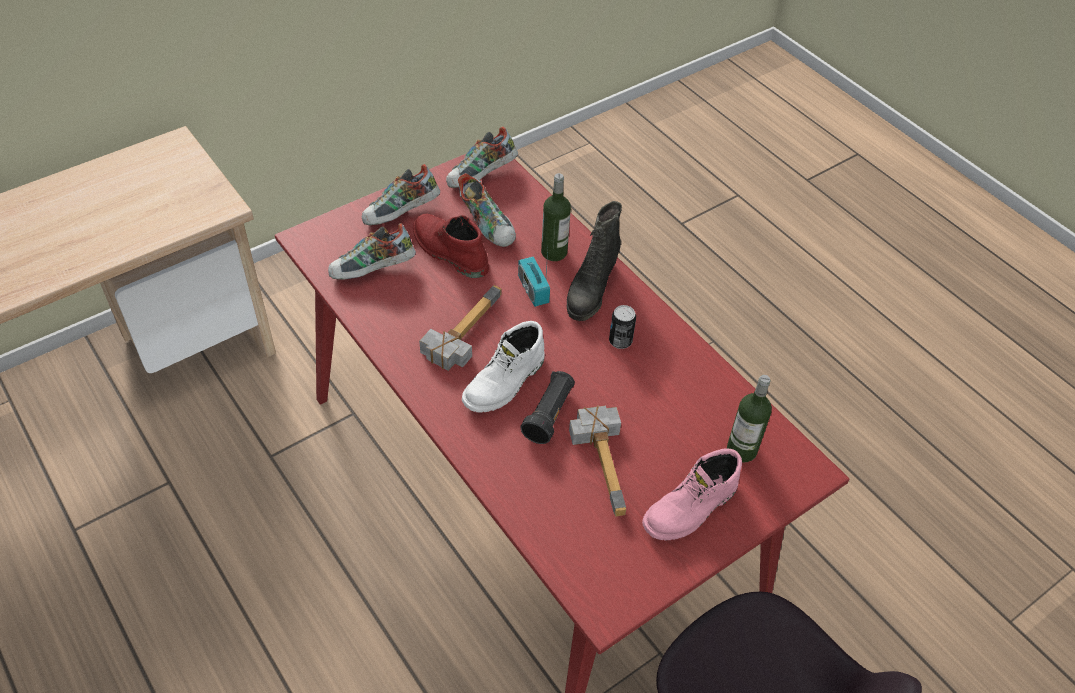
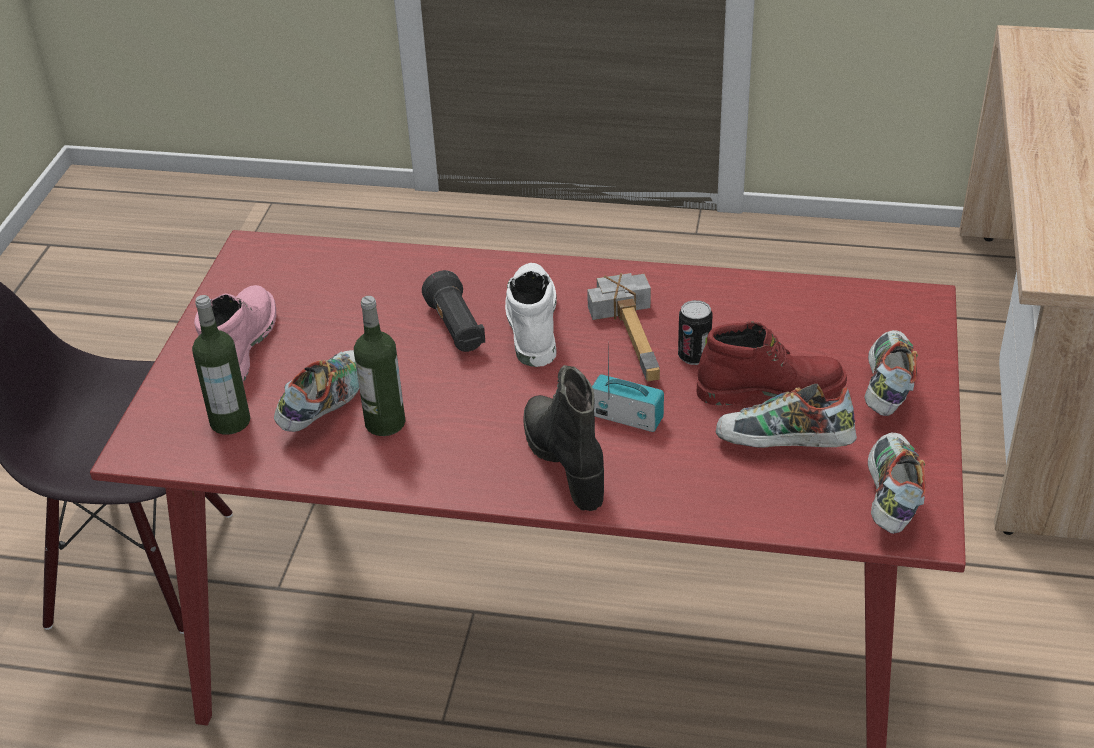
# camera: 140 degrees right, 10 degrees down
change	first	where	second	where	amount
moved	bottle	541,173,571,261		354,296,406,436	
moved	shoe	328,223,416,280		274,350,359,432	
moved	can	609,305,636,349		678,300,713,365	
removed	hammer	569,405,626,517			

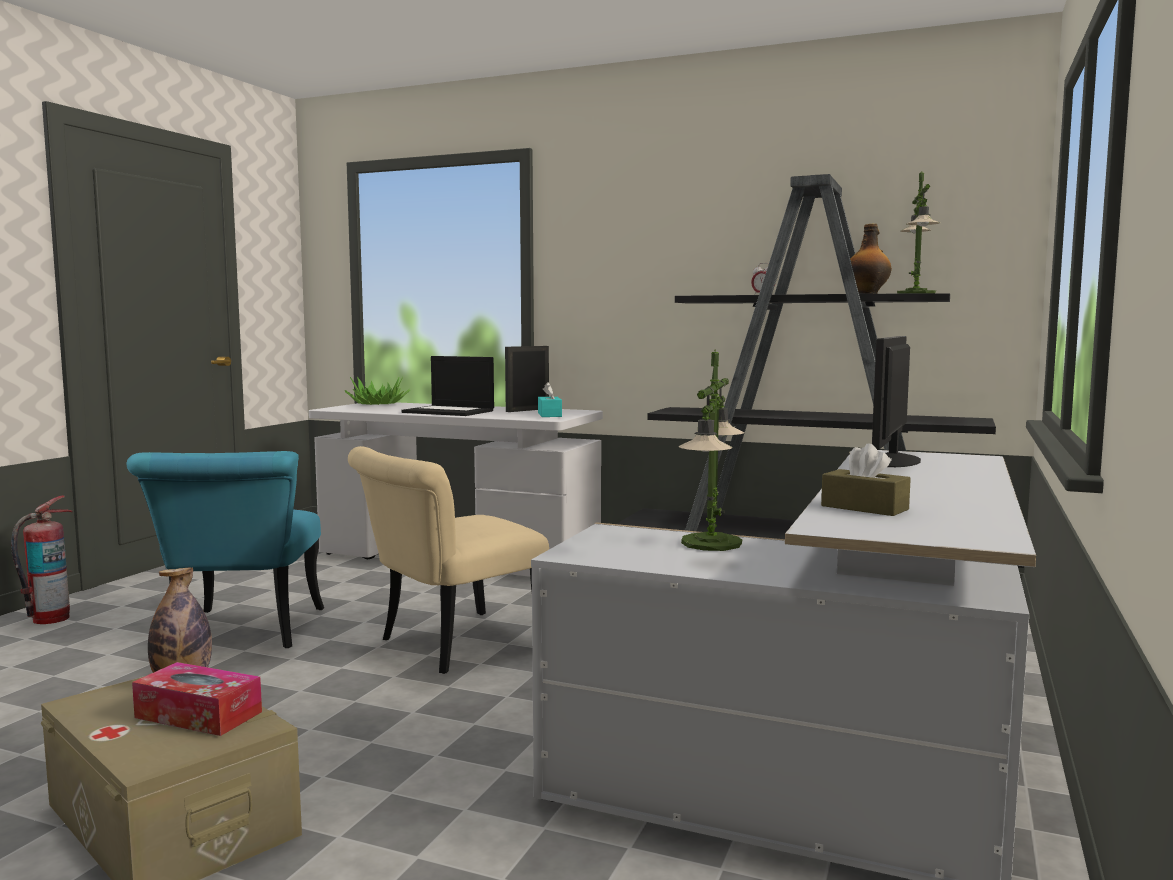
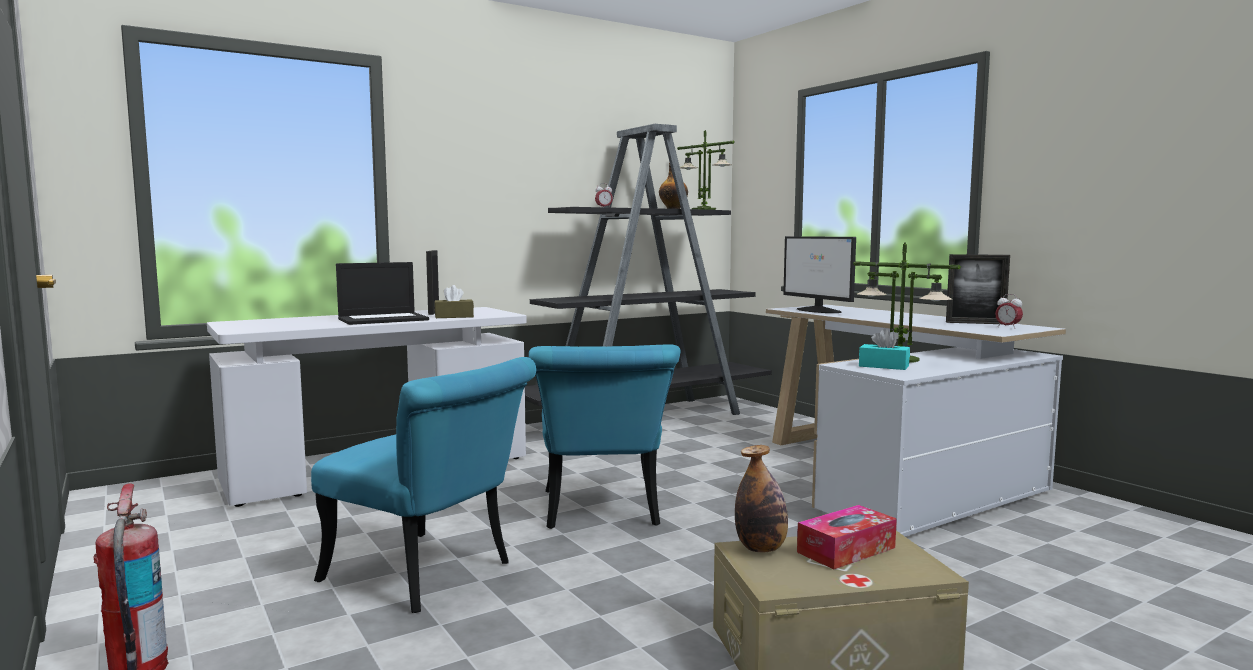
# camera: 55 degrees left, 0 degrees up
change	first	where	second	where	amount
removed	potted plant	345,377,410,405			
moved	turquoise tissue box	538,382,562,417		859,328,910,370	
moved	brown tissue box	821,443,911,516		434,285,474,318	
recoloured	beige chair	348,446,549,674	turquoise chair	529,344,680,529	
added			picture frame	946,254,1010,324	
added			alarm clock	995,294,1023,329	

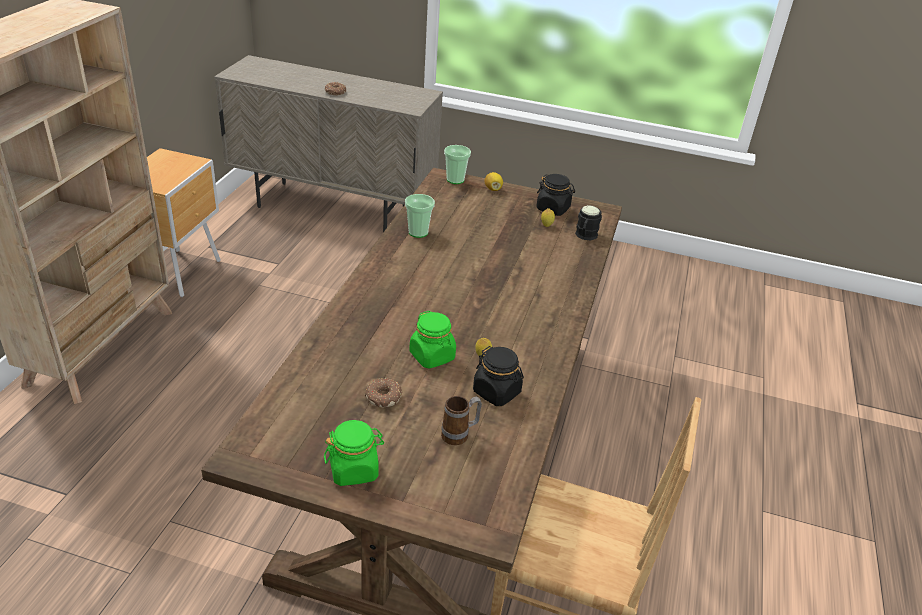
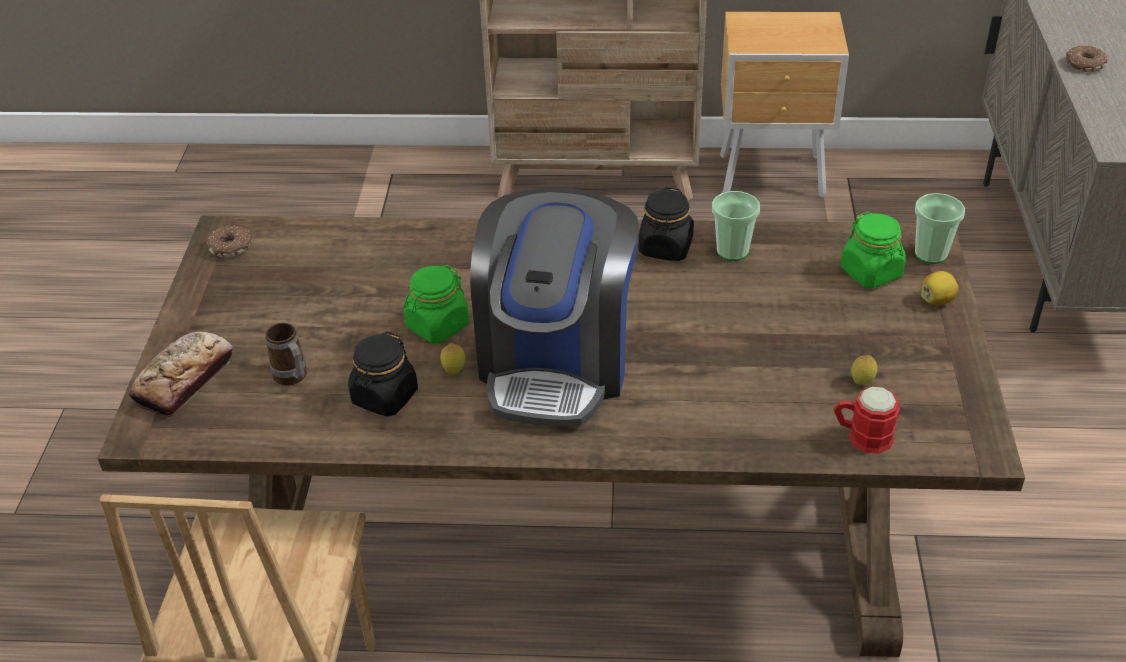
# camera: 80 degrees right, 5 degrees up
change	first	where	second	where	amount
moved	black jar	536,174,575,216		639,187,694,261	
recoloured	black mug	575,205,602,240	red mug	834,387,900,454	
moved	donut	365,378,402,407		206,225,251,258	
moved	green jar	324,420,384,486		841,212,906,288	
added			coffee machine	470,188,639,427	
added			bread	129,331,233,418	

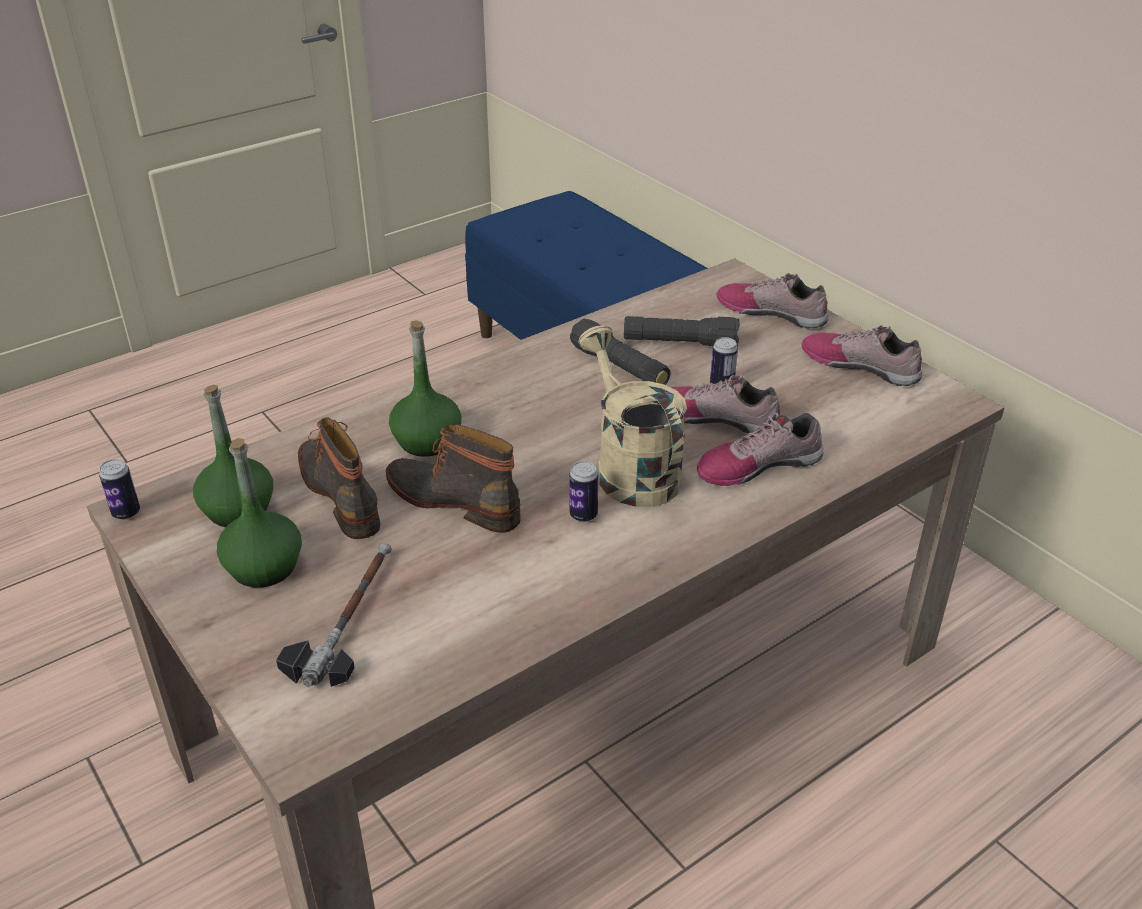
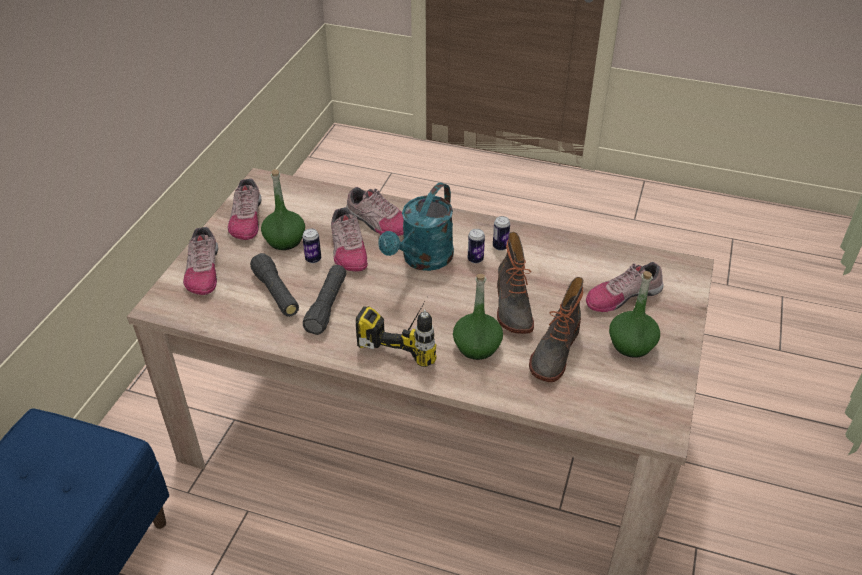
# camera: 125 degrees left, 5 degrees up
change	first	where	second	where	amount
recoloured	beige watering can	578,325,687,507	turquoise watering can	378,183,454,271	
moved	green bottle	193,385,273,527		261,169,305,250	
moved	can	99,459,140,520		493,216,510,251	
replaced	hammer	276,542,392,687	shoe	586,262,664,312	
added			power drill	356,300,436,367	

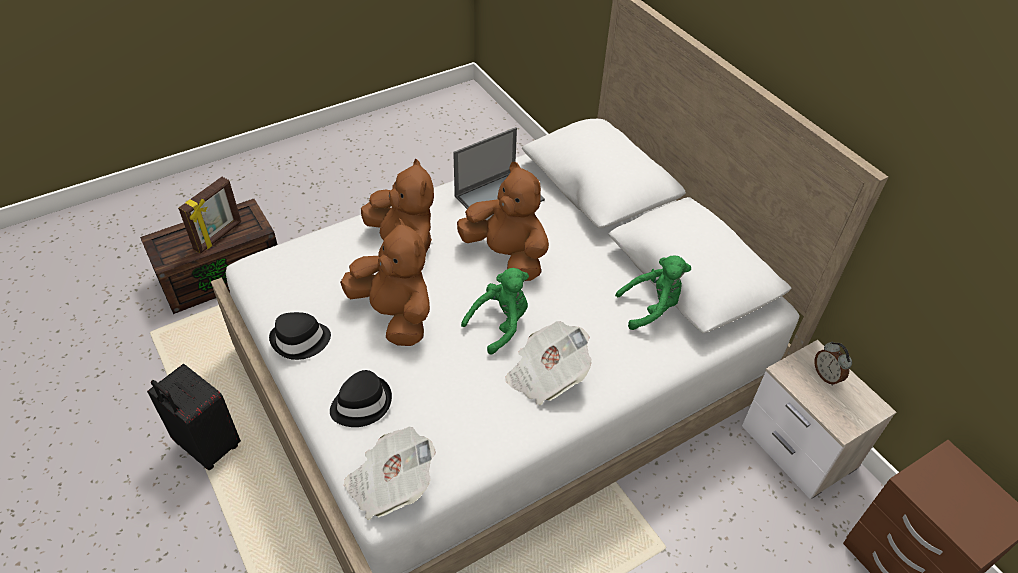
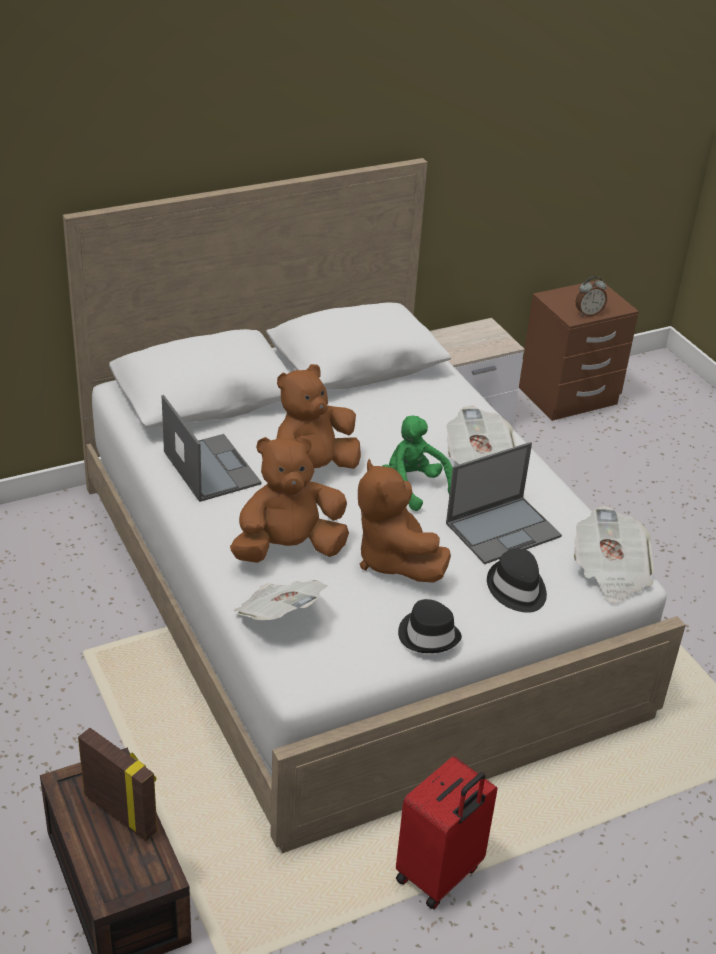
# camera: 85 degrees left, 10 degrees down
change	first	where	second	where	amount
turned	brown plush toy	340,218,430,346		358,459,451,583	75 degrees counterclockwise
removed	green plush toy	615,255,691,330			
moved	alarm clock	814,341,852,386		576,276,607,316	
recoloured	black suitcase	147,364,241,470	red suitcase	396,756,498,910	
added			laptop	446,442,562,564	
added			newspaper	234,580,328,620	

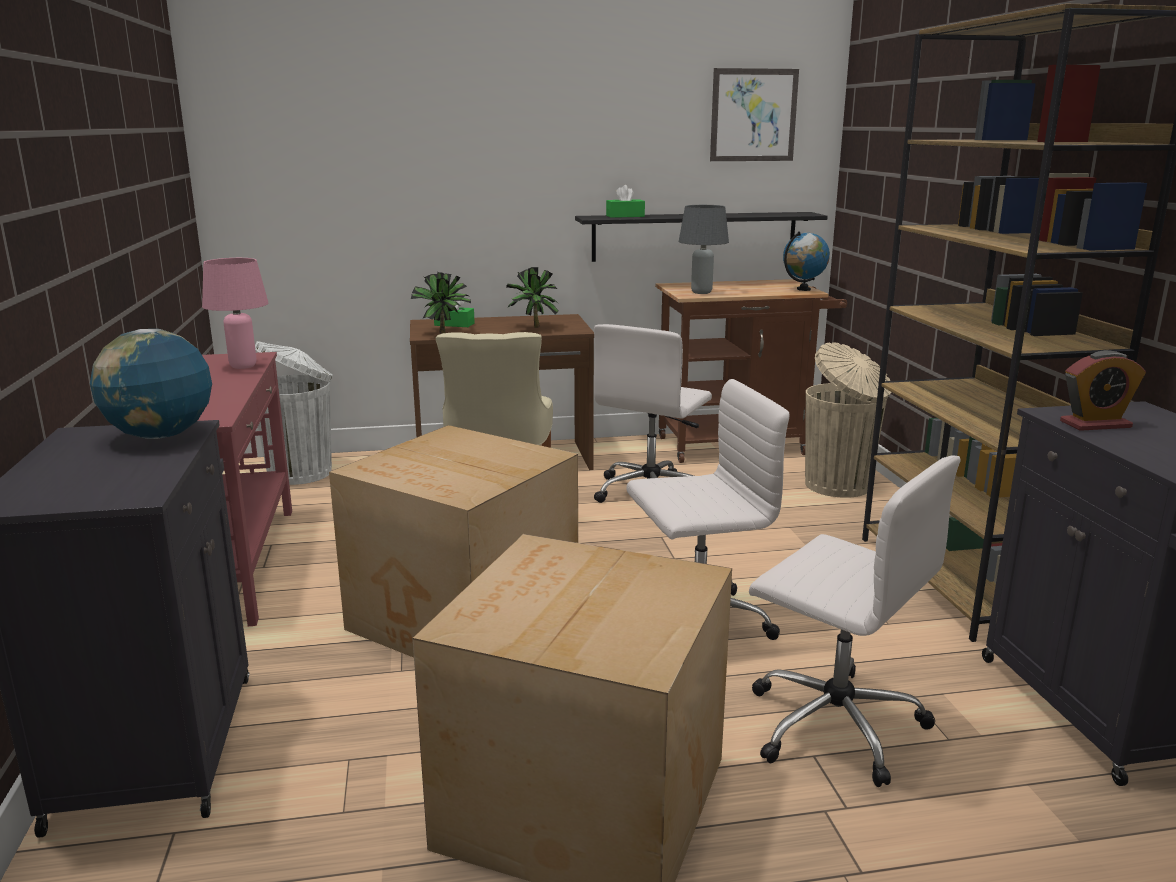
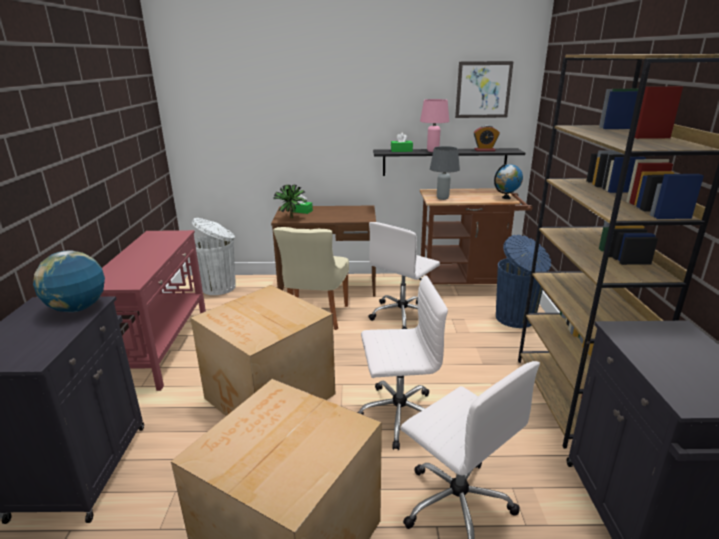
# camera: 10 degrees right, 5 degrees up
change	first	where	second	where	amount
moved	pink table lamp	202,258,268,369		420,99,449,152	
removed	potted plant	506,267,559,328			
recoloured	beige trash can	805,342,891,498	blue trash can	496,235,551,328	
moved	alarm clock	1060,350,1146,431		474,125,500,151	

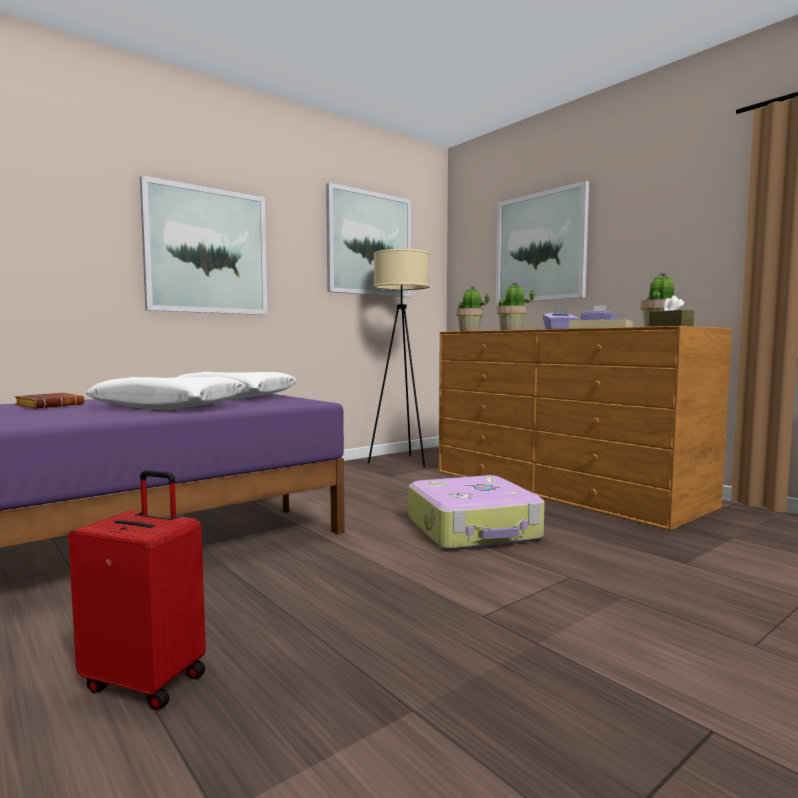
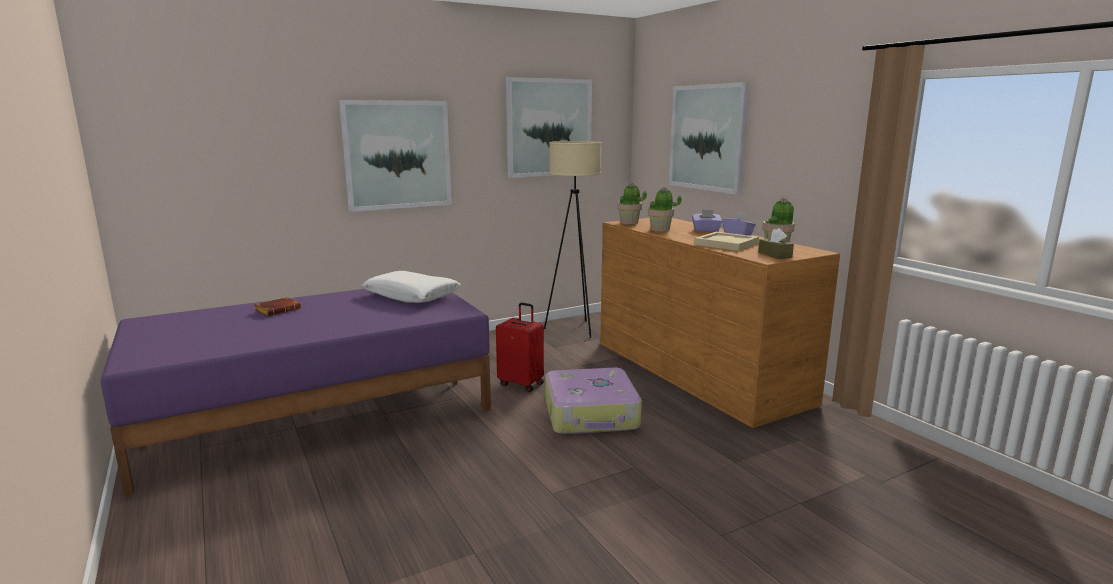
# camera: 10 degrees right, 10 degrees up
change	first	where	second	where	amount
removed	white pillow	85,377,246,410			
moved	red suitcase	68,470,206,710		496,302,544,392	

